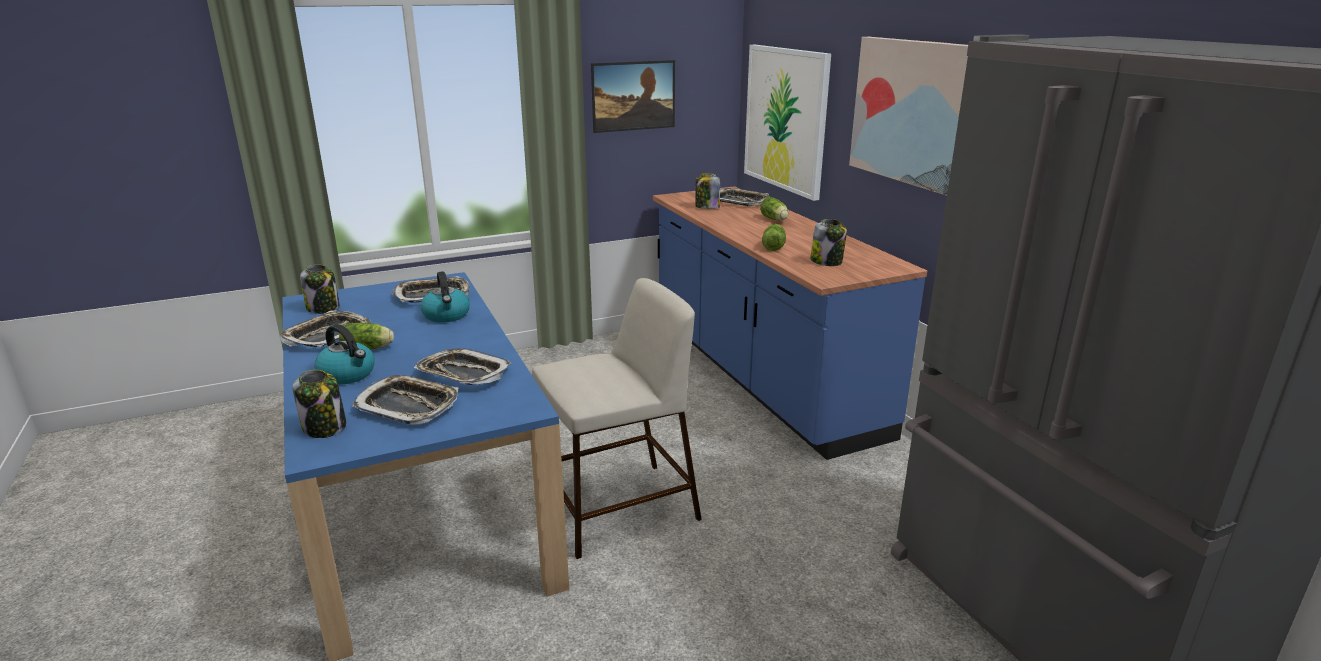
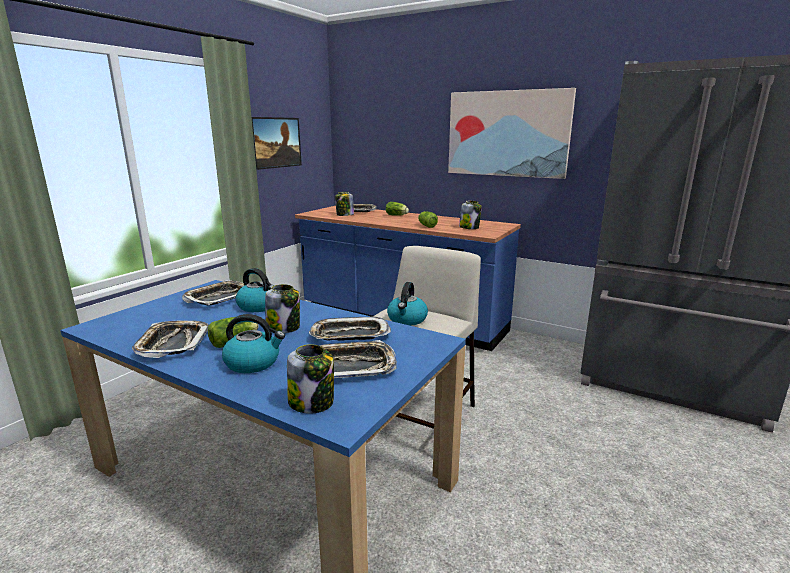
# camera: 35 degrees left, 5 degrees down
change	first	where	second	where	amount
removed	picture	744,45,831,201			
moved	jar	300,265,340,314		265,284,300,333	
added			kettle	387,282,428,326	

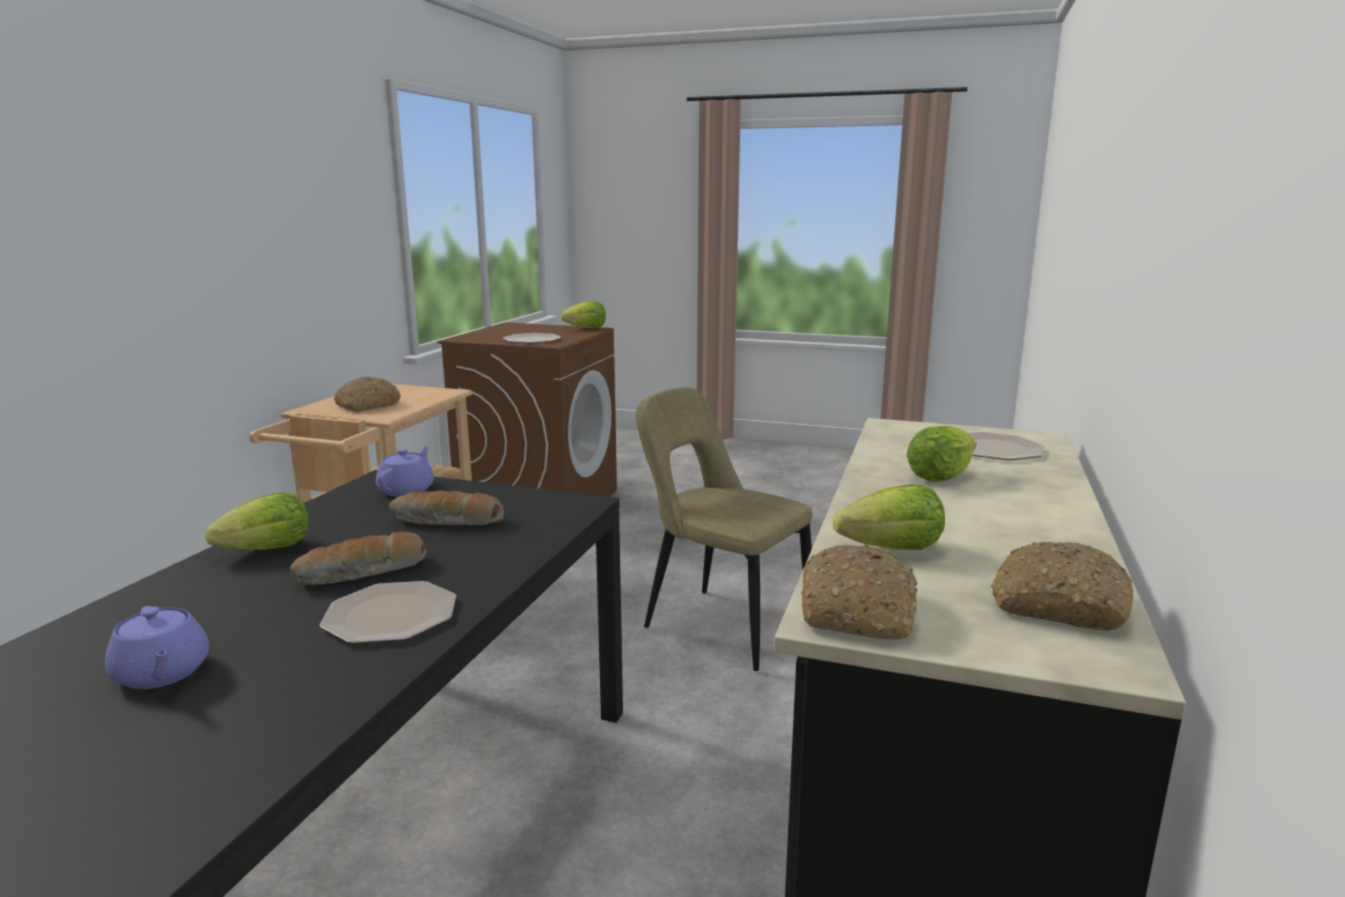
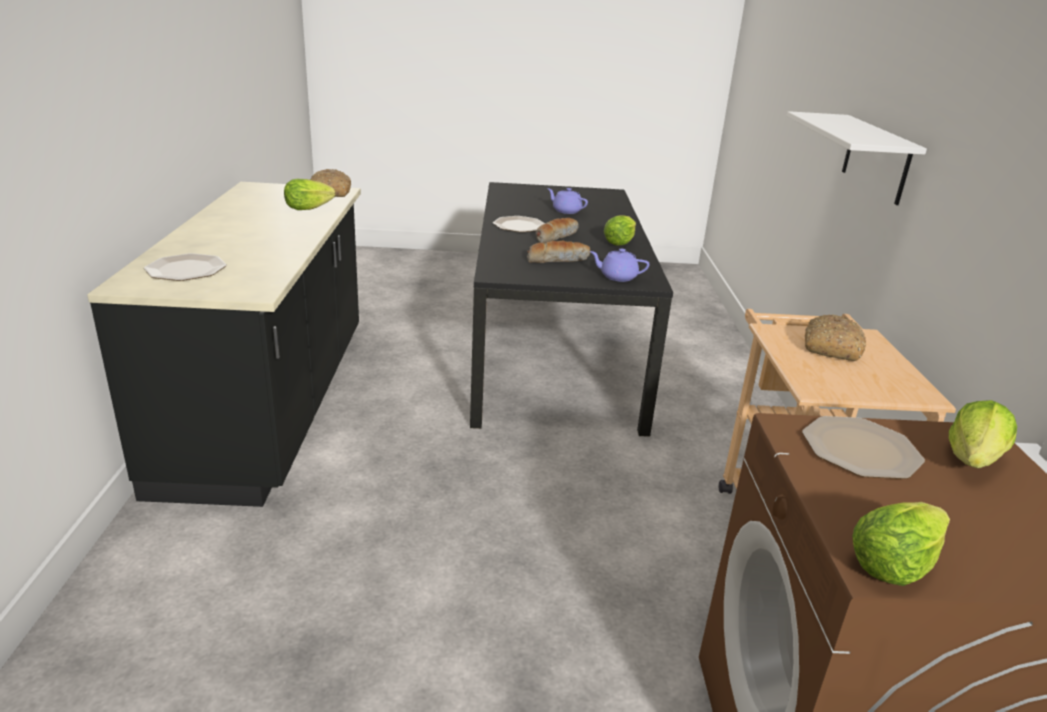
# camera: 160 degrees right, 10 degrees up
change	first	where	second	where	amount
removed	beige chair	636,387,813,671			
moved	lettuce	906,426,976,482		949,400,1017,469	
turned	purple teapot	376,445,434,497		589,249,649,282	105 degrees clockwise
removed	bread	991,541,1133,631			
added			white shelf	787,111,927,205	

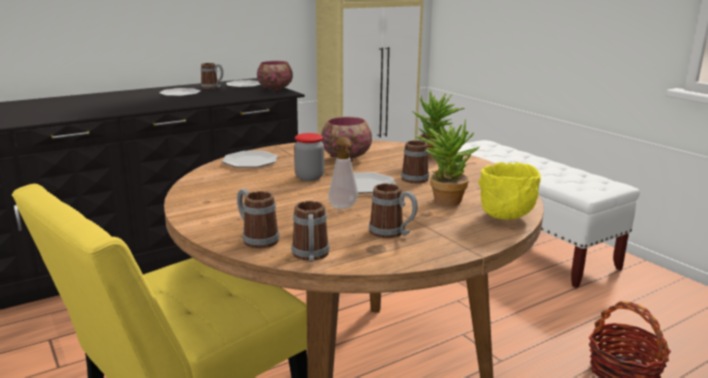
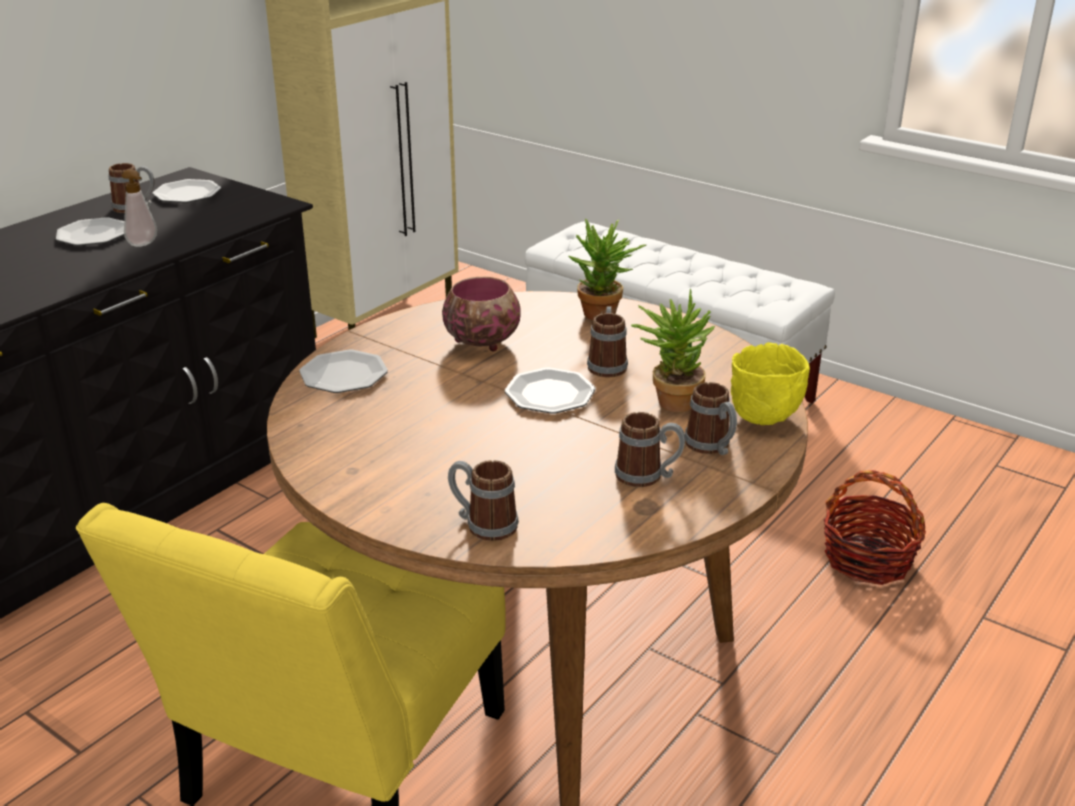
# camera: 20 degrees left, 10 degrees up
change	first	where	second	where	amount
removed	bowl	257,61,293,92			
removed	jar	294,133,324,181			
moved	soap dispenser	328,137,358,209		122,169,157,247	
moved	mug	291,201,330,262		685,382,737,455	

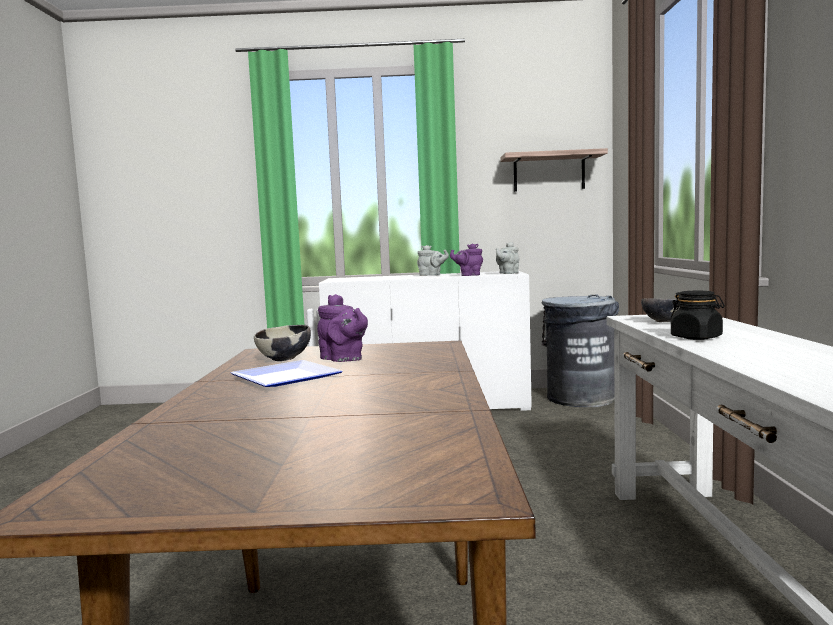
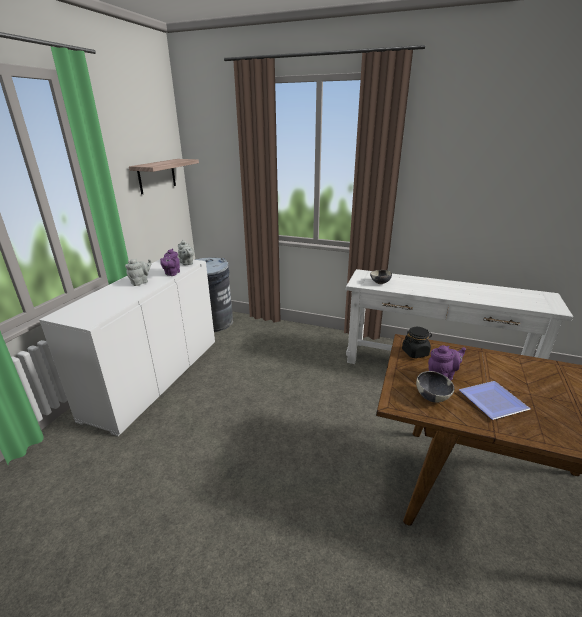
# camera: 70 degrees left, 20 degrees up
change	first	where	second	where	amount
moved	black jar	671,291,725,340		402,327,432,358	

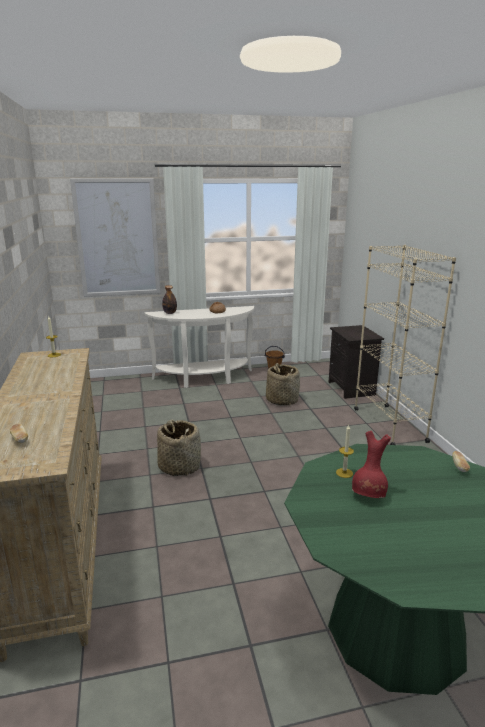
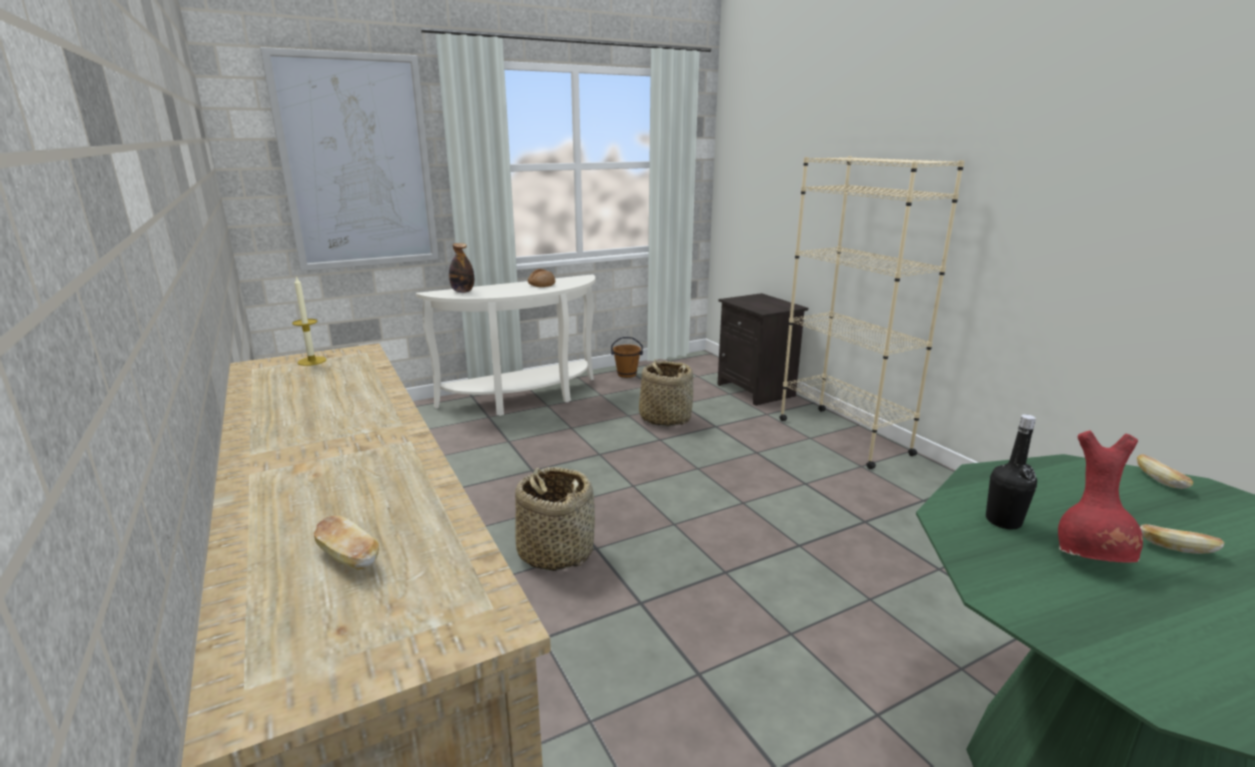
# camera: 15 degrees left, 0 degrees up
change	first	where	second	where	amount
replaced	candle	336,425,354,478	black bottle	986,414,1037,529	
added			bread	1140,524,1224,554	

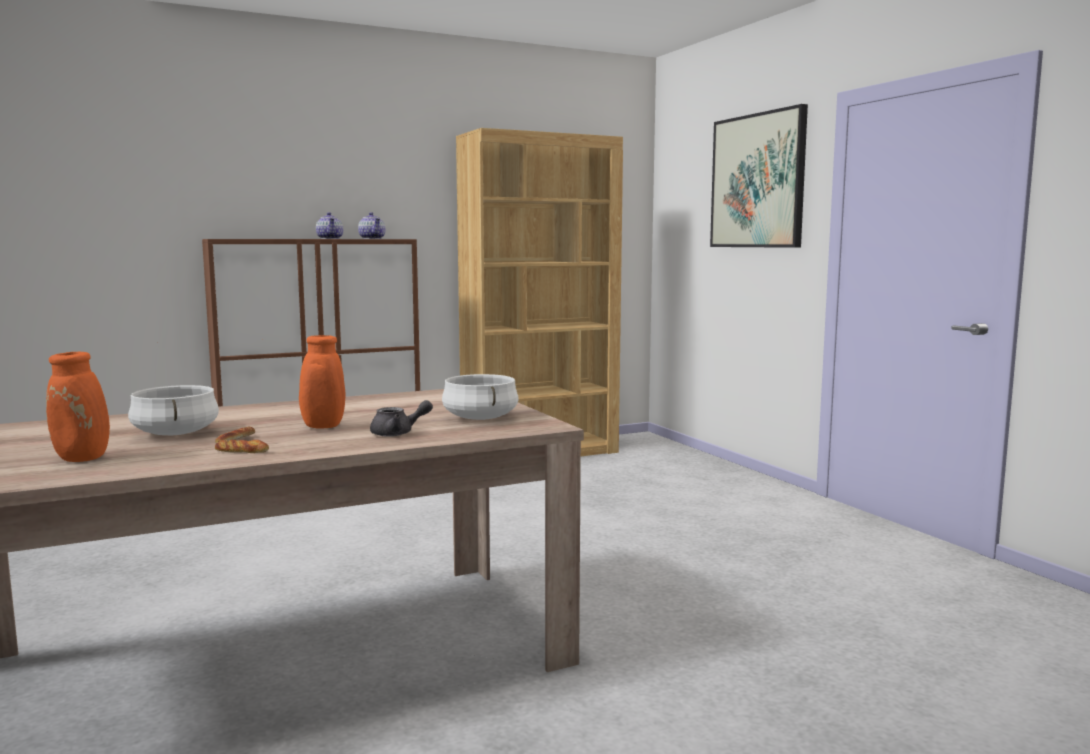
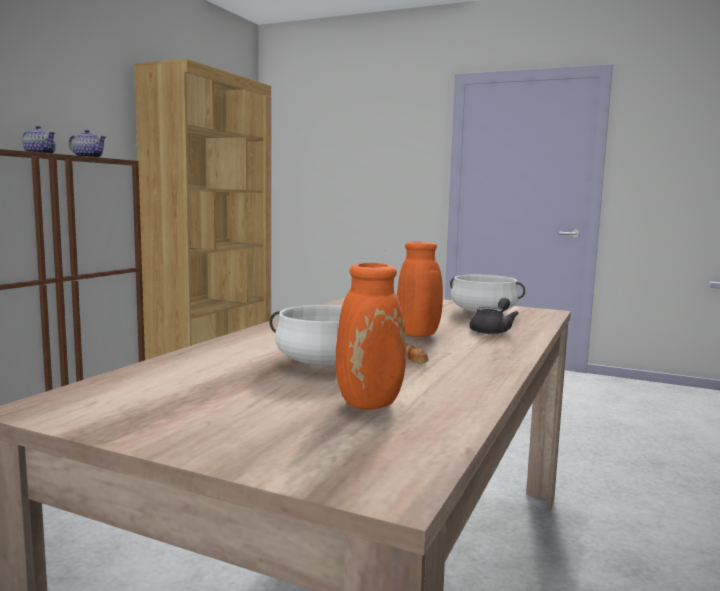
# camera: 40 degrees left, 0 degrees up
change	first	where	second	where	amount
removed	picture	710,104,808,248			
removed	bread	215,440,269,453			

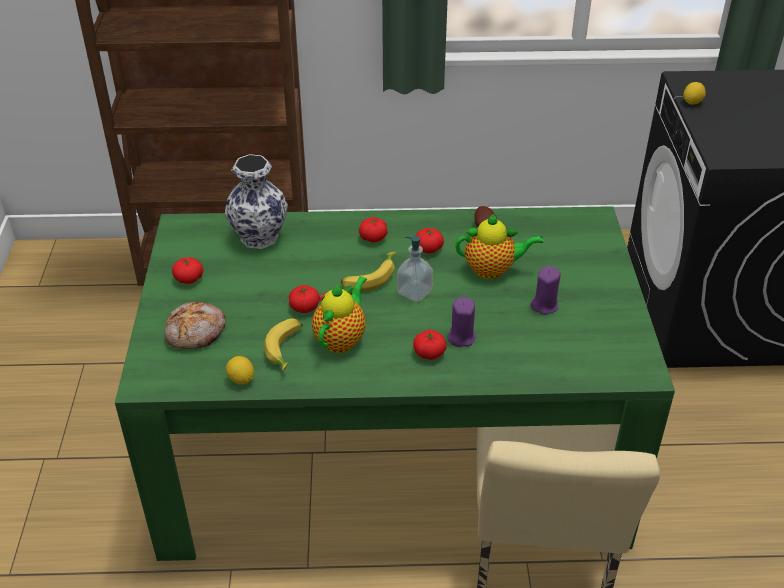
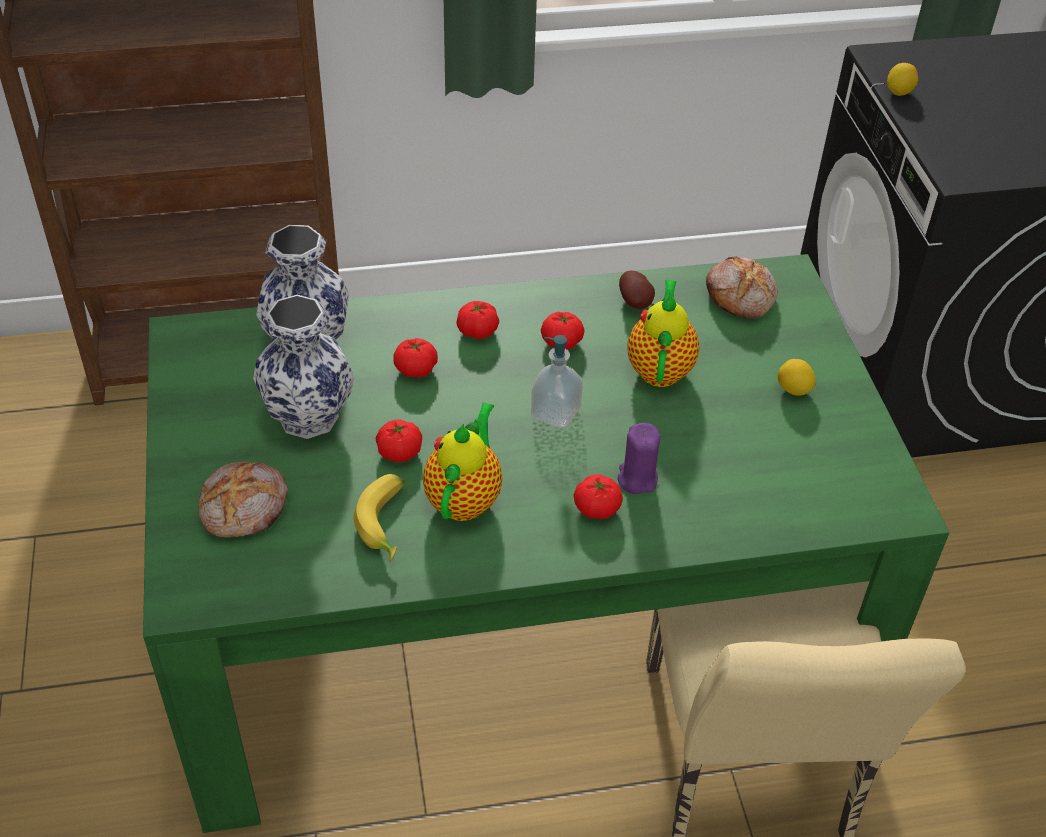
# camera: 10 degrees left, 5 degrees up
change	first	where	second	where	amount
turned	teapot	455,214,543,279		627,280,699,387	75 degrees counterclockwise
removed	banana	341,252,397,291			
moved	tomato	172,257,203,284		393,338,438,378	
removed	purple candle	530,266,561,315			
moved	lemon	226,356,254,384		778,359,815,396	
added			bread	706,257,778,319	
added			vase	253,295,354,439	

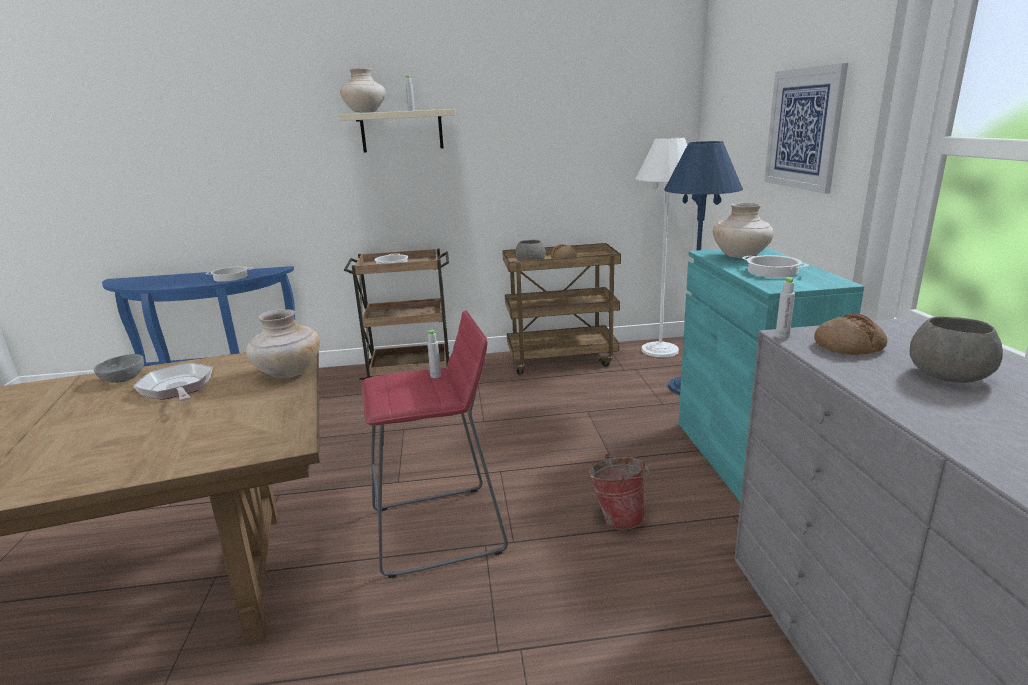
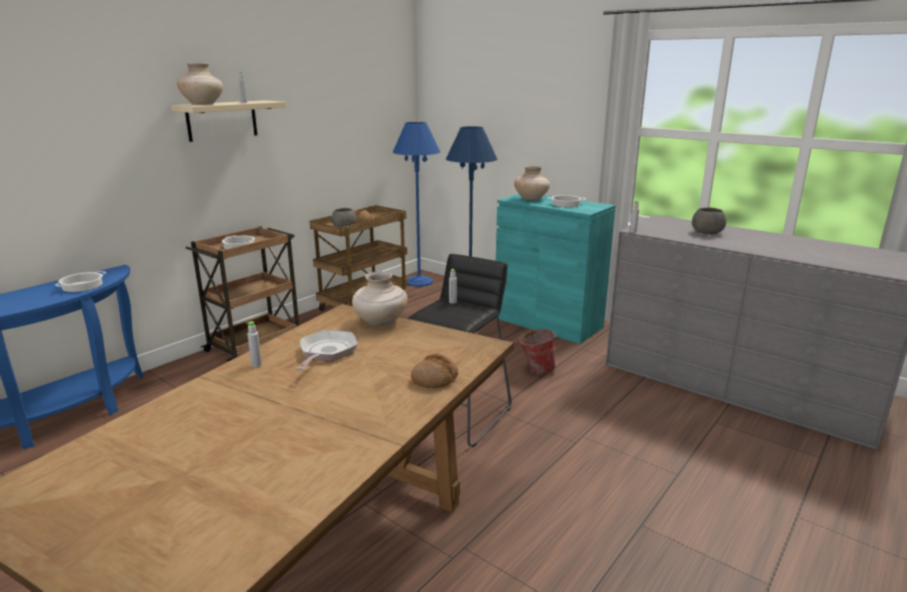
# camera: 45 degrees left, 0 degrees up
change	first	where	second	where	amount
removed	picture	764,63,848,194			
recoloured	white floor lamp	635,137,687,357	blue floor lamp	393,122,440,287	
recoloured	red stool	361,310,508,578	black stool	408,254,511,447	
moved	bread	814,314,887,355		411,354,459,388	
replaced	grey bowl	94,354,144,383	grey bottle	246,321,262,367	
turned	frying pan	133,363,213,401		296,330,358,370	90 degrees clockwise

